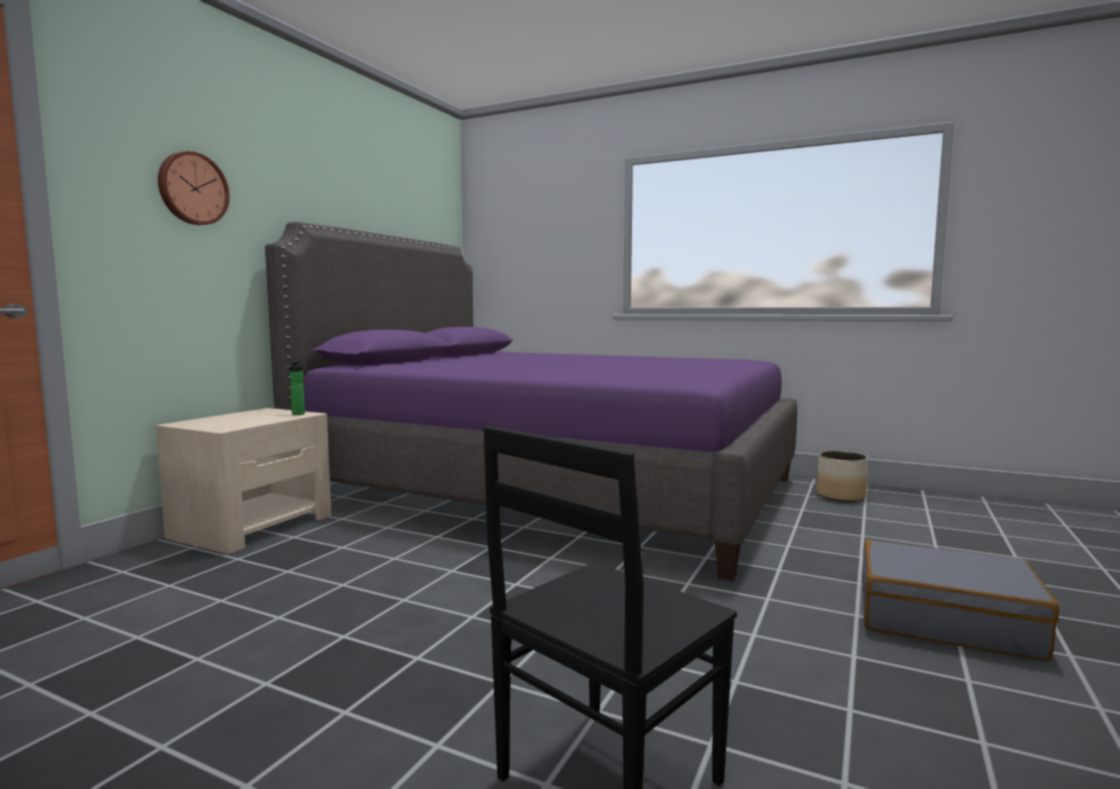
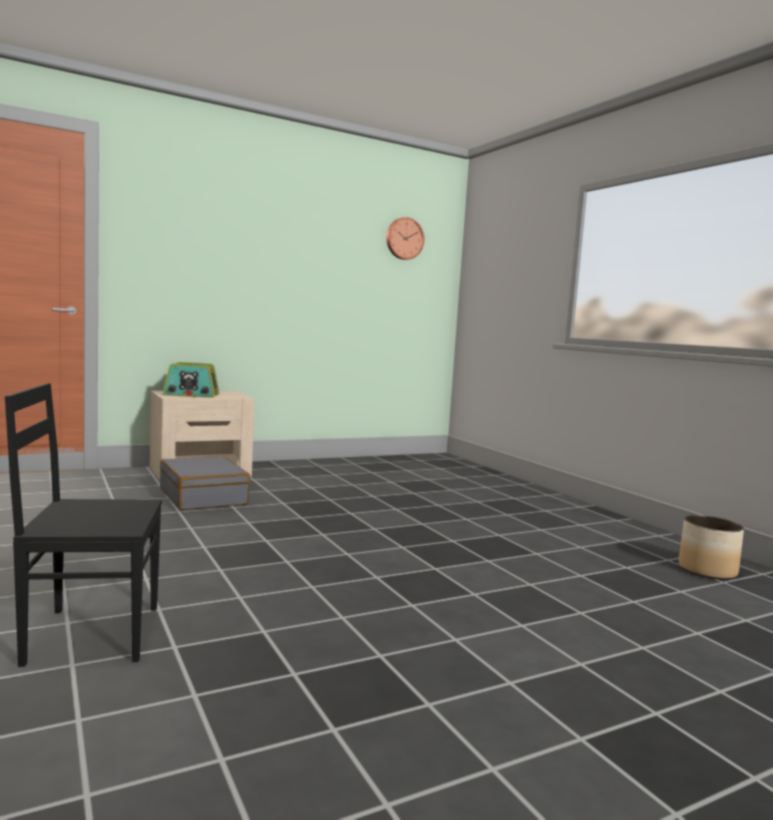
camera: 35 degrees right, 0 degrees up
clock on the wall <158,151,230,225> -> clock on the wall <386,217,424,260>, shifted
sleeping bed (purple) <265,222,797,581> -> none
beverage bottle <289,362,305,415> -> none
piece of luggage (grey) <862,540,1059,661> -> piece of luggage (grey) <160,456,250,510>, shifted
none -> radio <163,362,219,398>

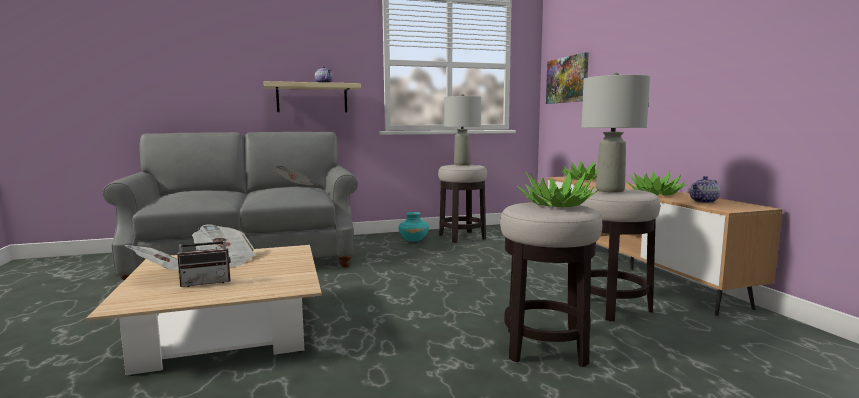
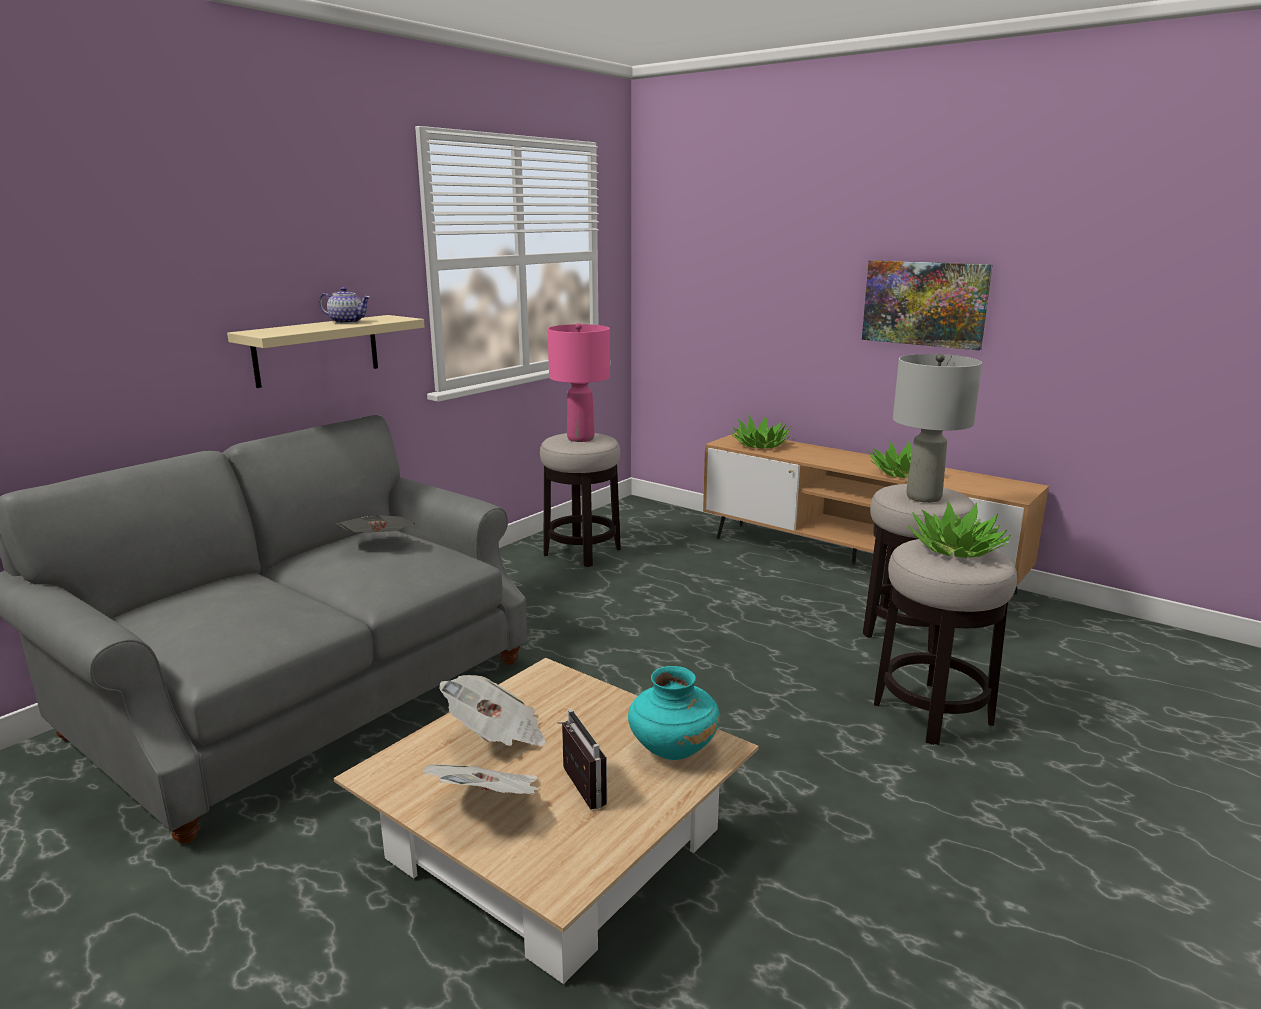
camera: 35 degrees left, 10 degrees up
radio <177,230,231,287> -> radio <557,709,607,809>, 60 degrees counterclockwise
flower vase (turquoise) <398,212,429,241> -> flower vase (turquoise) <628,666,720,760>, shifted
tabletop lamp (grey) <444,94,481,165> -> tabletop lamp (pink) <548,323,610,442>
wall picture <546,52,589,104> -> wall picture <862,260,993,350>, shifted
tea pot <690,176,720,203> -> none

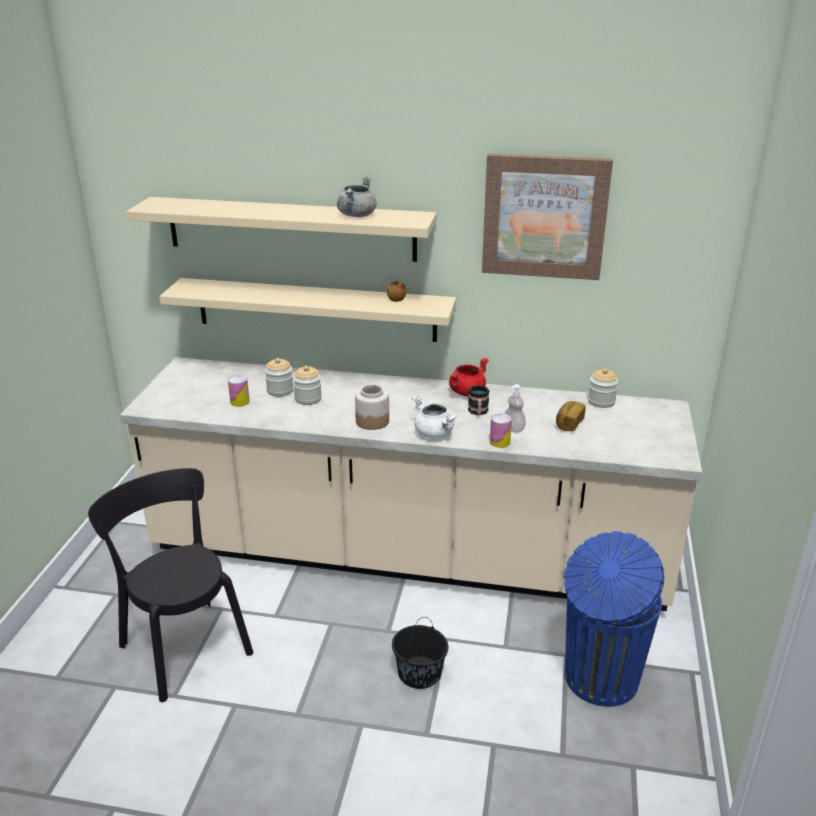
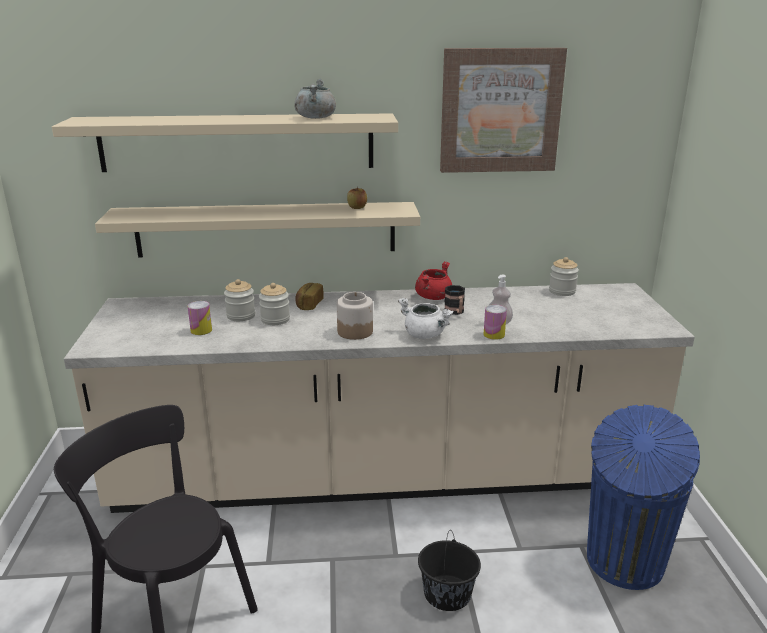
camera: 15 degrees left, 5 degrees down
bakery bread <556,401,586,431> -> bakery bread <295,283,324,310>, shifted

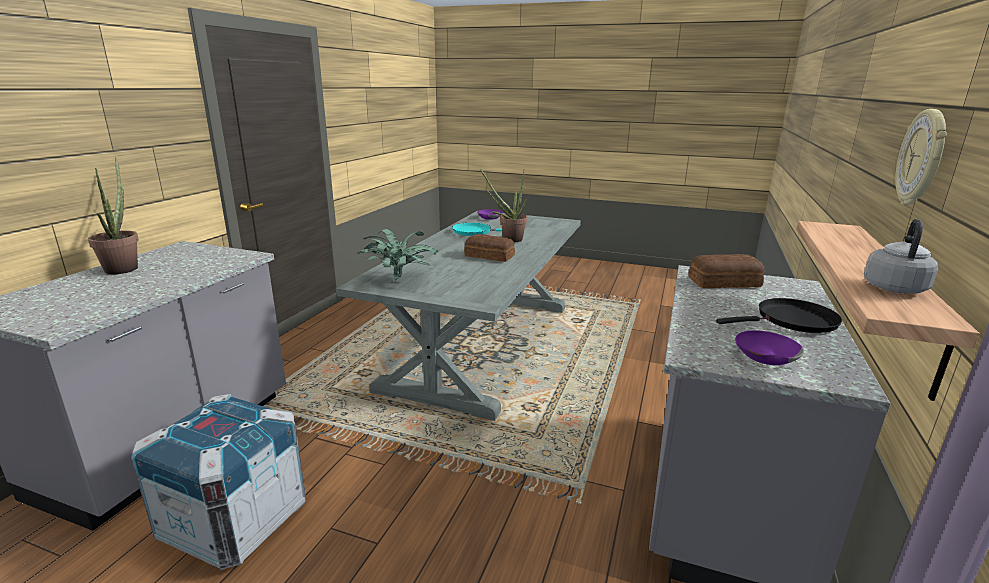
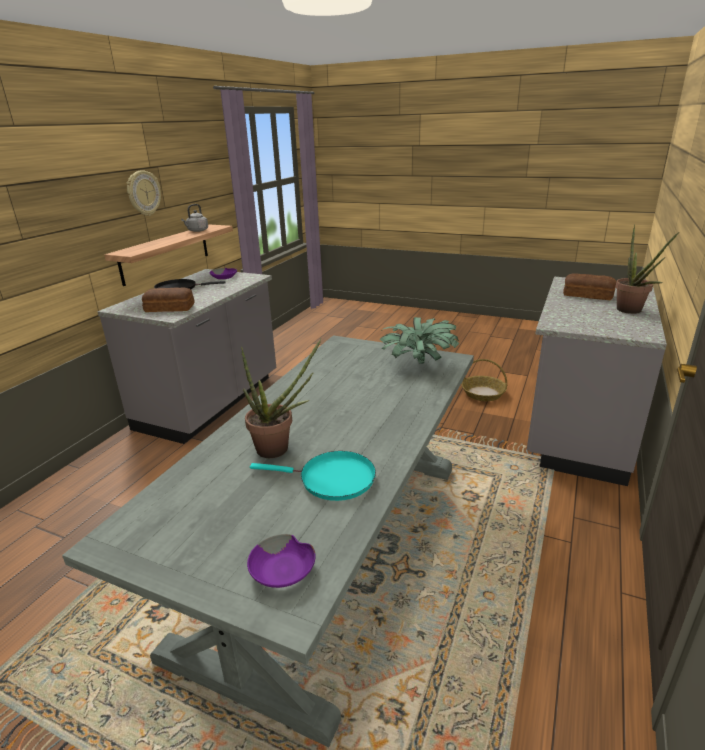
camera: 175 degrees left, 5 degrees up
packing crate <131,394,306,570> -> household basket <461,359,507,401>
bakery bread <464,234,515,262> -> bakery bread <563,273,616,300>, shifted

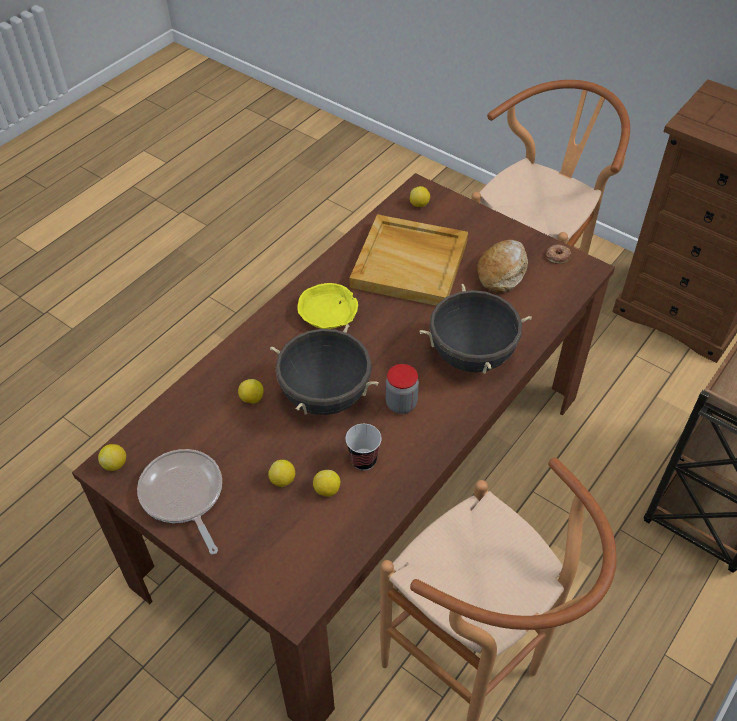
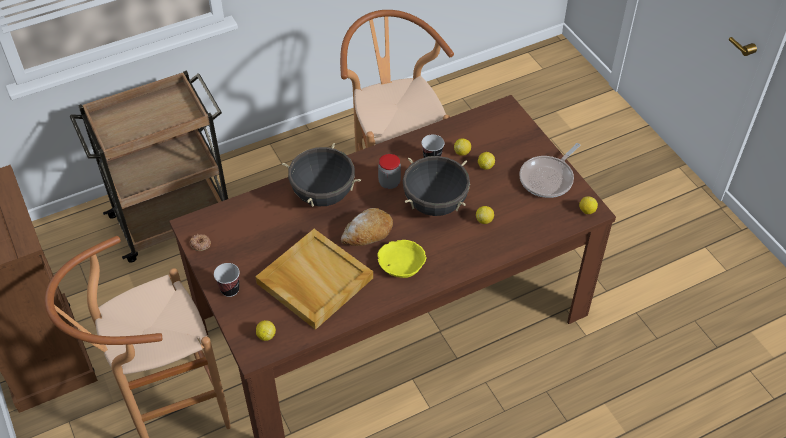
camera: 155 degrees left, 0 degrees up
pan <137,449,222,554> -> pan <519,143,580,198>, 45 degrees clockwise
bakery bread <477,240,528,293> -> bakery bread <341,208,393,246>, shifted
none -> small cup <214,263,240,297>

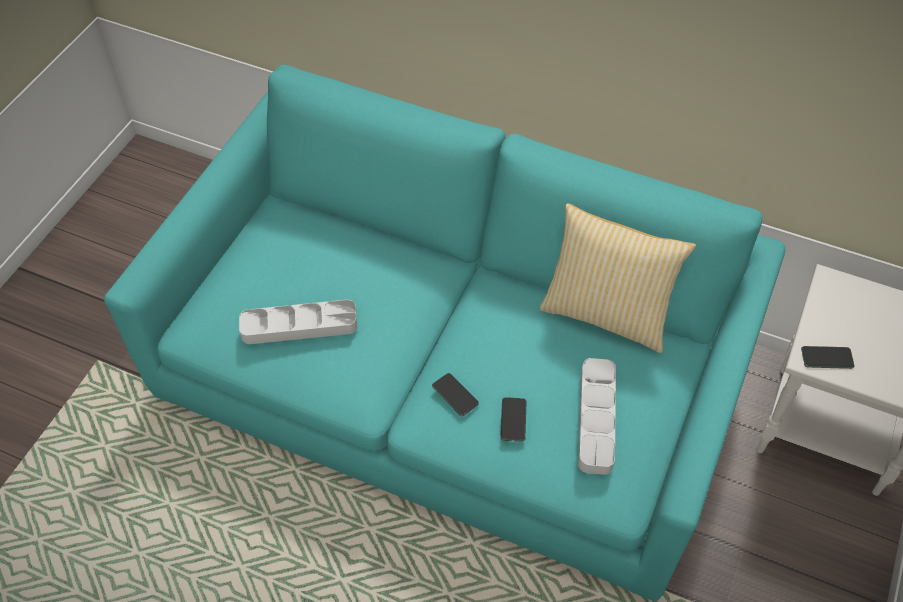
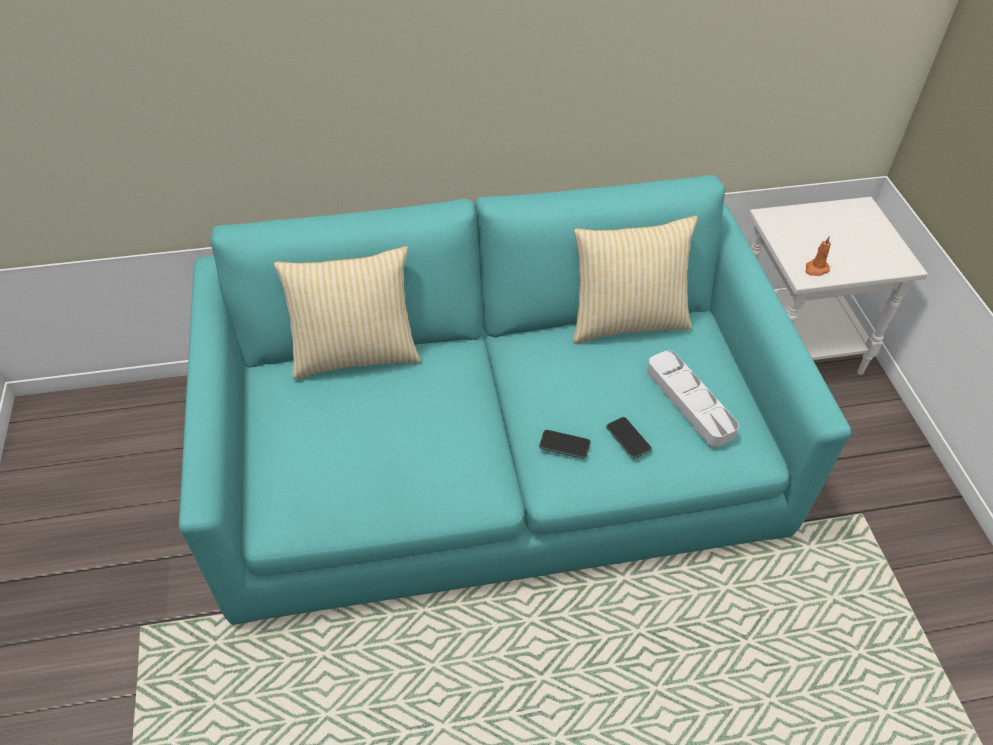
camera: 35 degrees left, 5 degrees down
serving tray (grey) <239,300,358,344> -> none
telephone <801,346,854,369> -> candle (orange-coloured) <805,236,831,276>
none -> cushion <274,246,421,379>

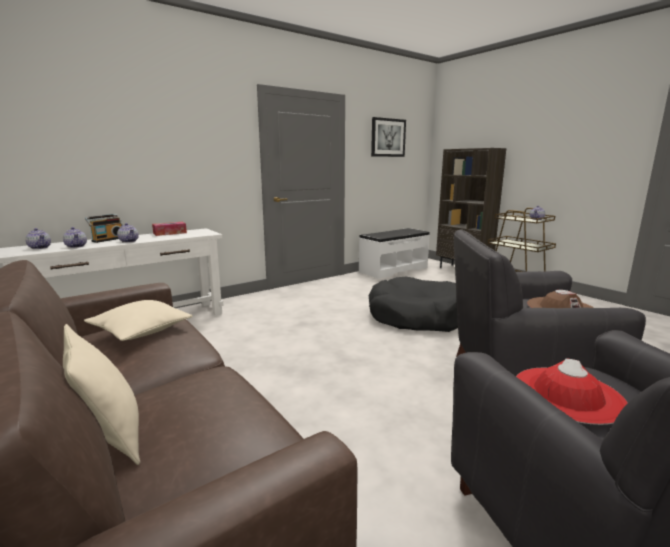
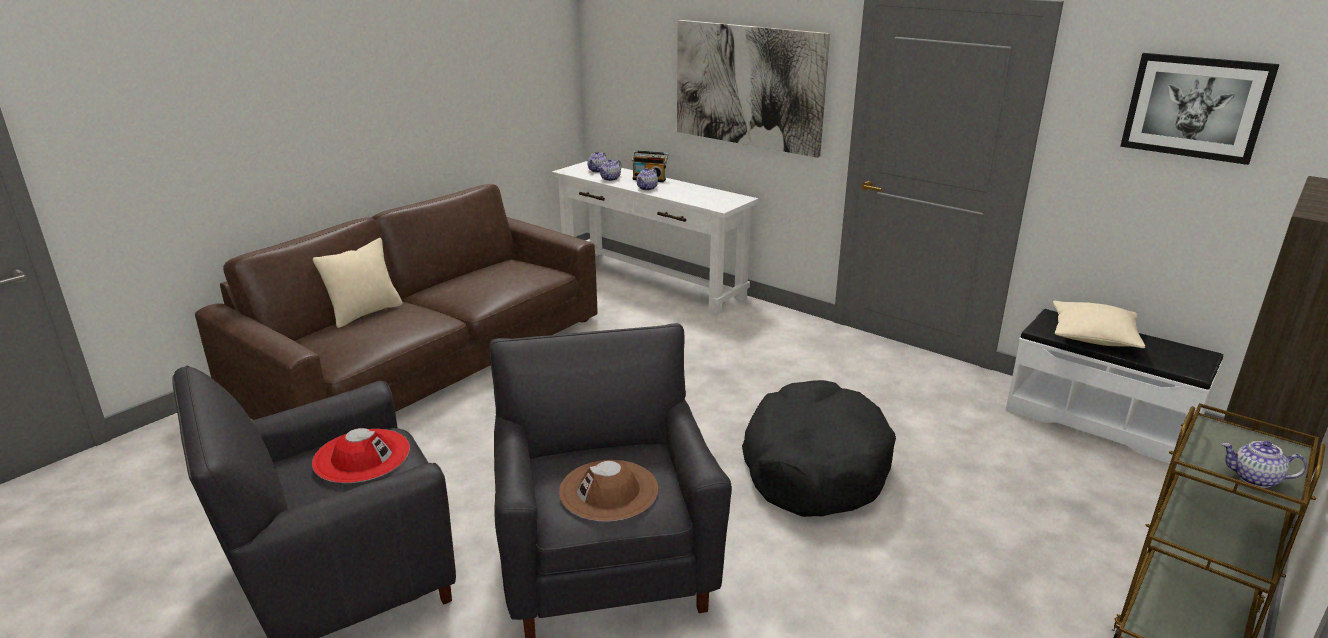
camera: 75 degrees right, 10 degrees up
cushion (beige) <84,300,193,341> -> cushion (beige) <1053,301,1145,348>, shifted
tissue holder <152,222,187,236> -> none
none -> wall picture <677,20,830,158>

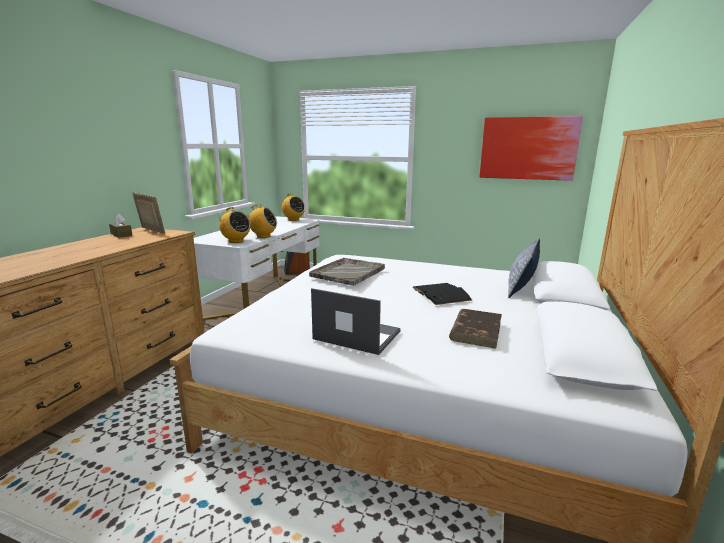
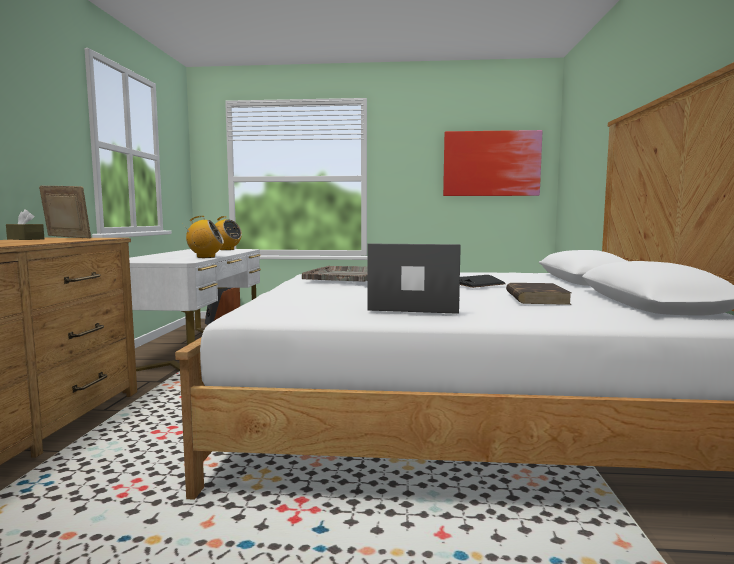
camera: 15 degrees left, 10 degrees down
radio <218,207,250,243> -> none
cushion <508,238,540,298> -> none

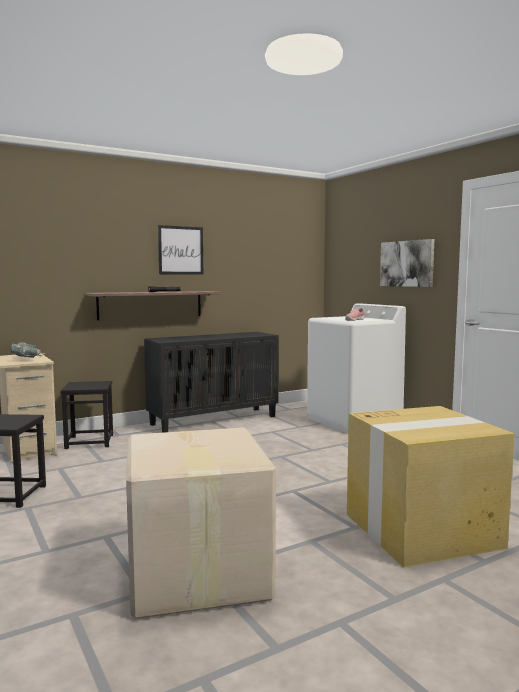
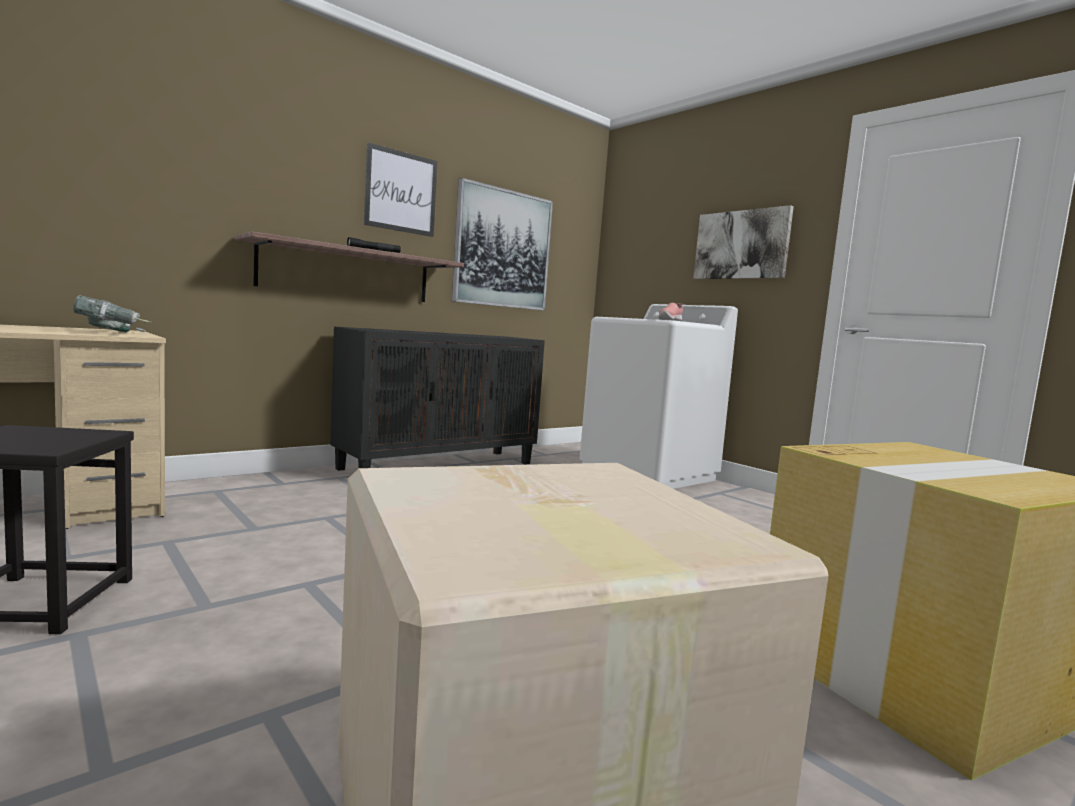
camera: 10 degrees left, 0 degrees up
stool (blackish) <61,381,113,449> -> none
none -> wall picture <452,178,553,311>

